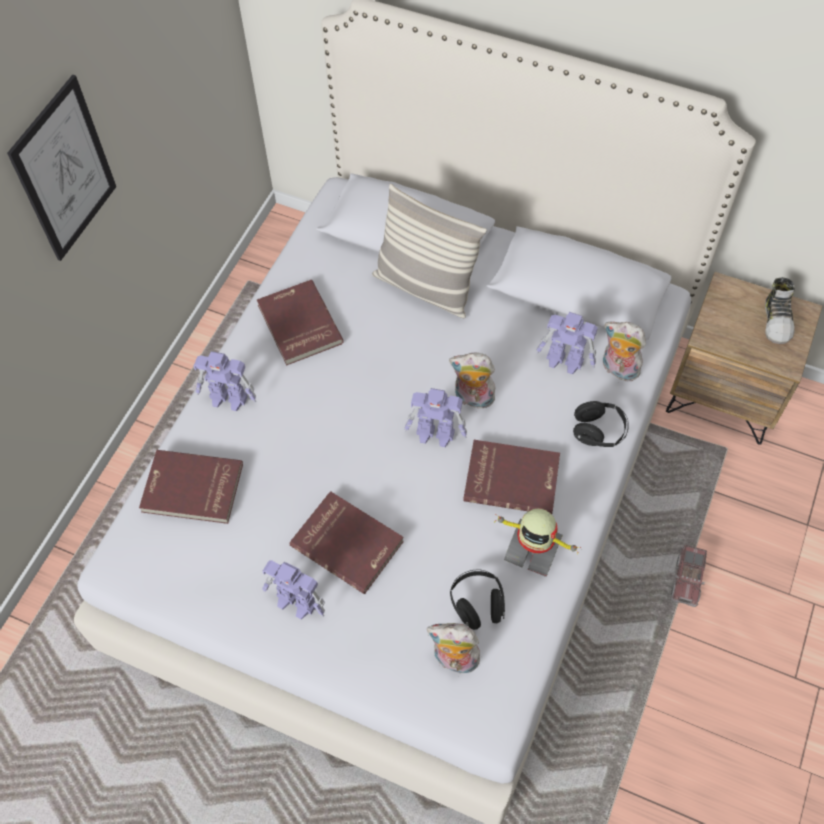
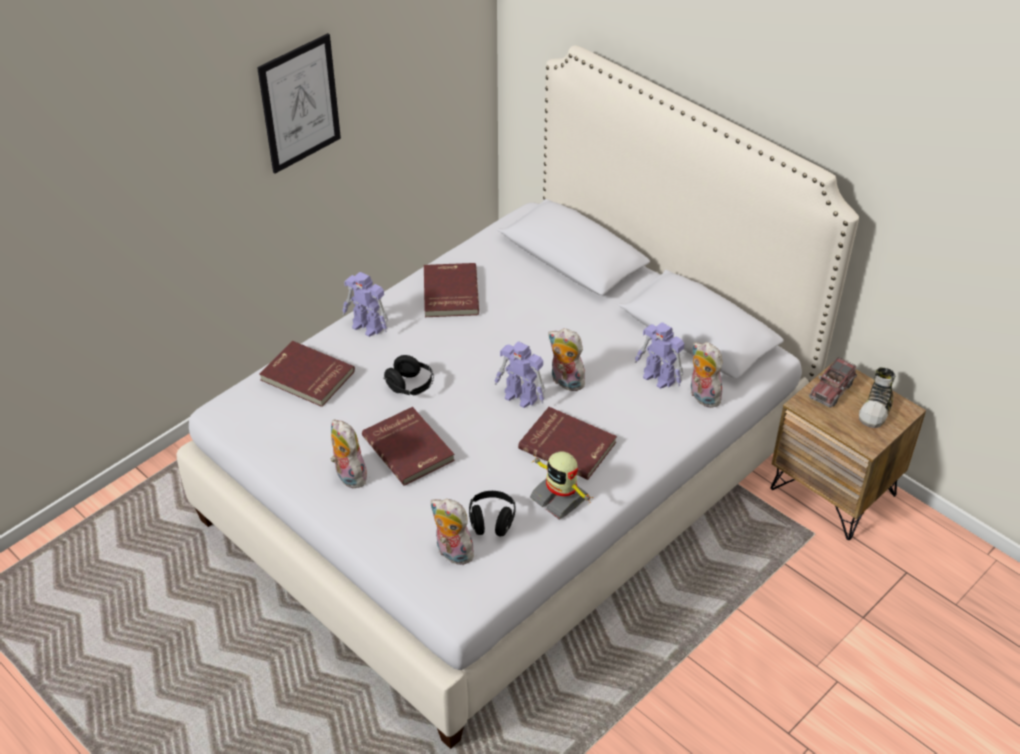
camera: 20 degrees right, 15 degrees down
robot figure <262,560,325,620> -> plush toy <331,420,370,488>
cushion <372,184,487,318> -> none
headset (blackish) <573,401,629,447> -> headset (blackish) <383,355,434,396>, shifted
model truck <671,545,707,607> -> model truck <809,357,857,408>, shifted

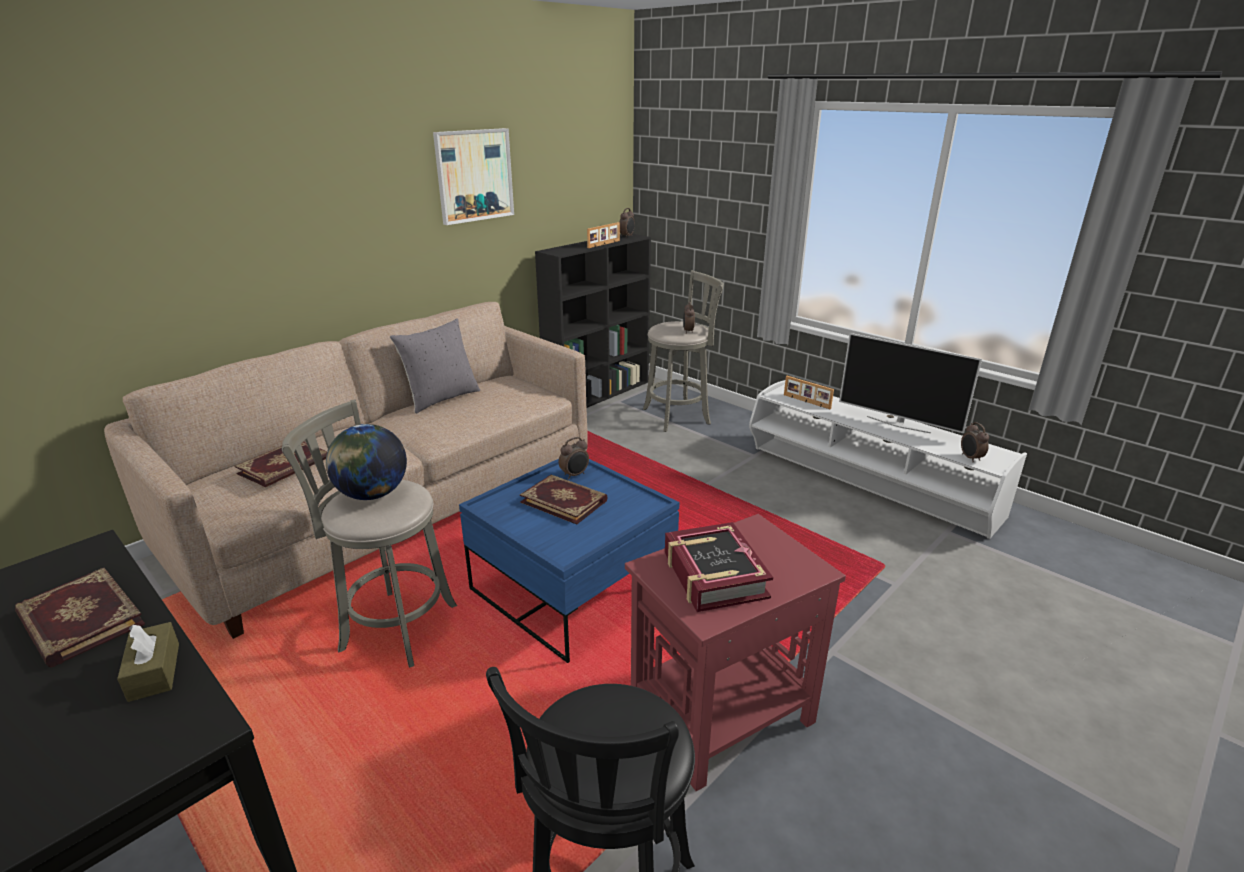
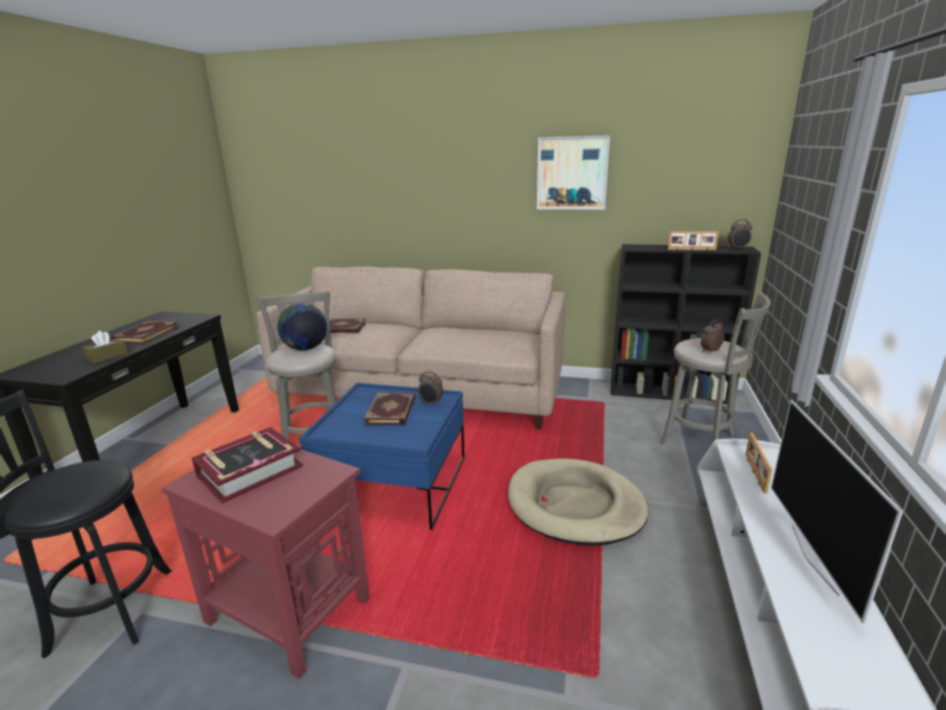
camera: 60 degrees right, 5 degrees down
cushion (grey) <390,318,480,413> -> none
bedside clock <961,422,989,463> -> none
none -> dog bed (beige) <508,458,648,546>

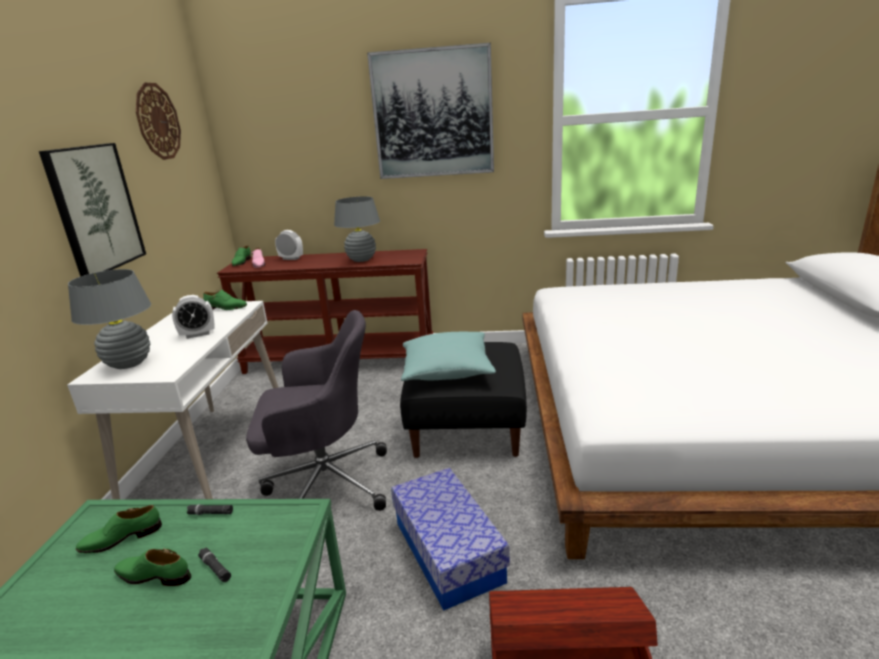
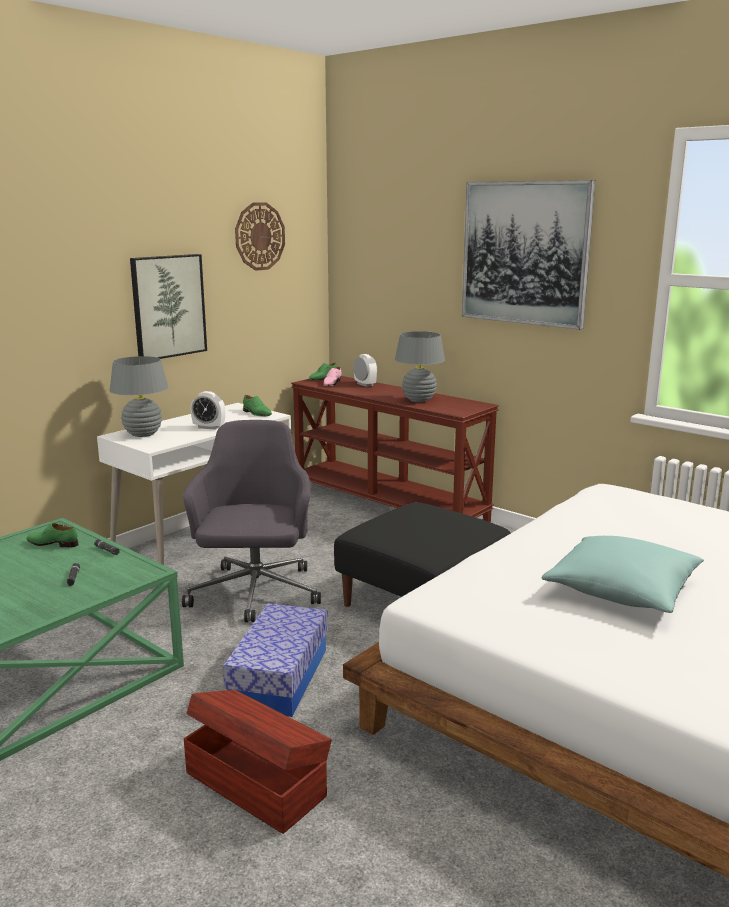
camera: 35 degrees right, 5 degrees down
item of footwear (greenish) <114,548,191,586> -> none
desk chair (grey) <246,310,387,511> -> desk chair (grey) <182,420,321,622>, 120 degrees counterclockwise
cushion (turquoise) <401,332,496,381> -> cushion (turquoise) <542,536,704,613>, shifted

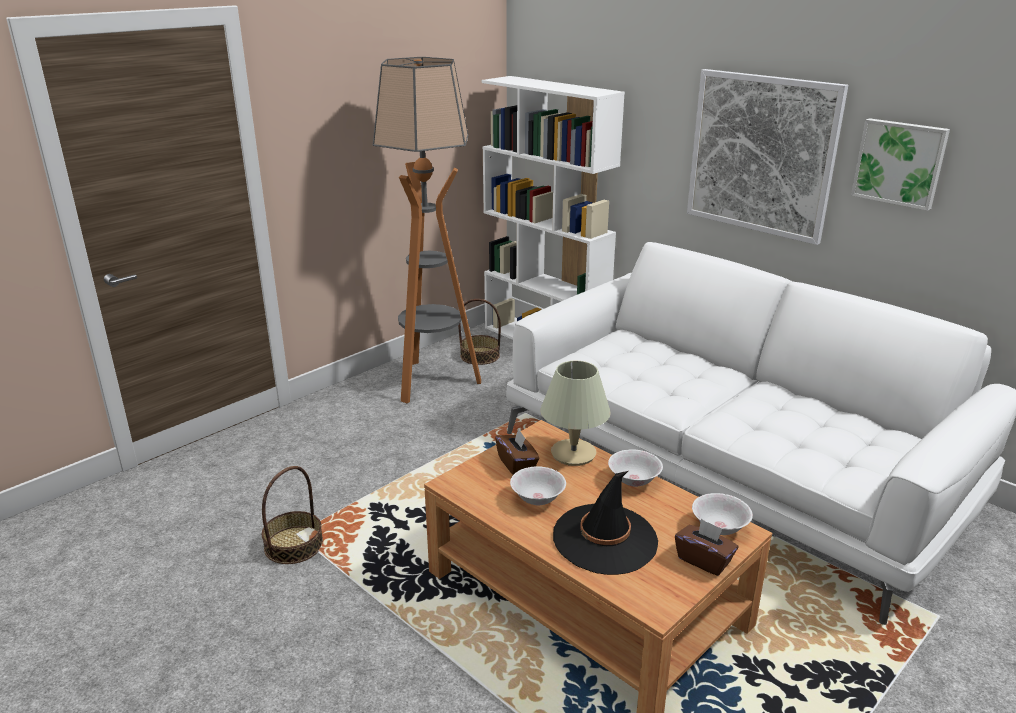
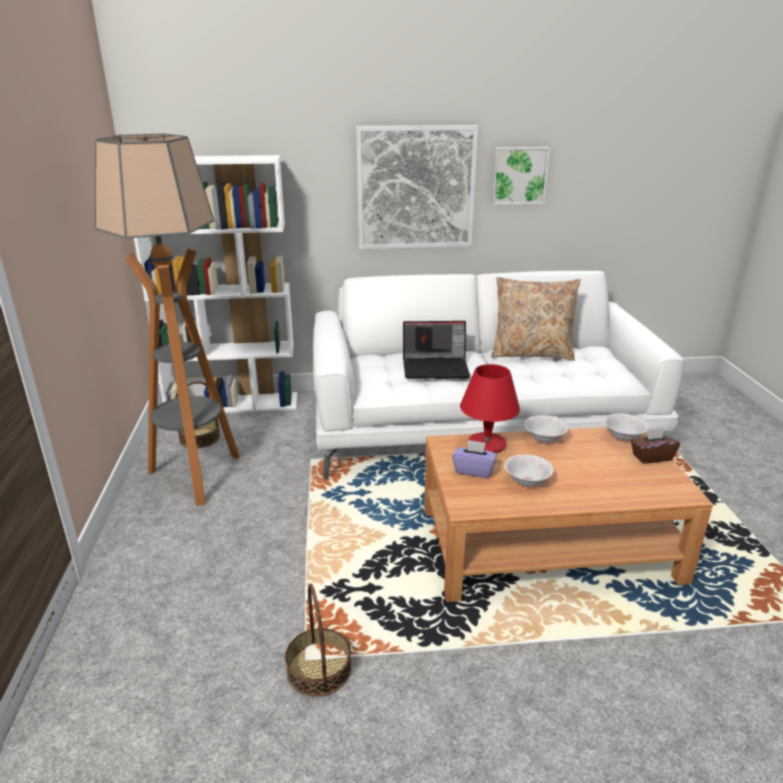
camera: 50 degrees left, 0 degrees up
tissue holder (brown) <495,428,540,475> -> tissue holder (purple) <452,440,497,478>
tabletop lamp (beige) <540,361,611,466> -> tabletop lamp (reddish) <460,364,520,453>
wearable hat (blackish) <553,471,658,575> -> none
none -> laptop <403,321,470,379>
none -> cushion (beige) <491,277,581,361>

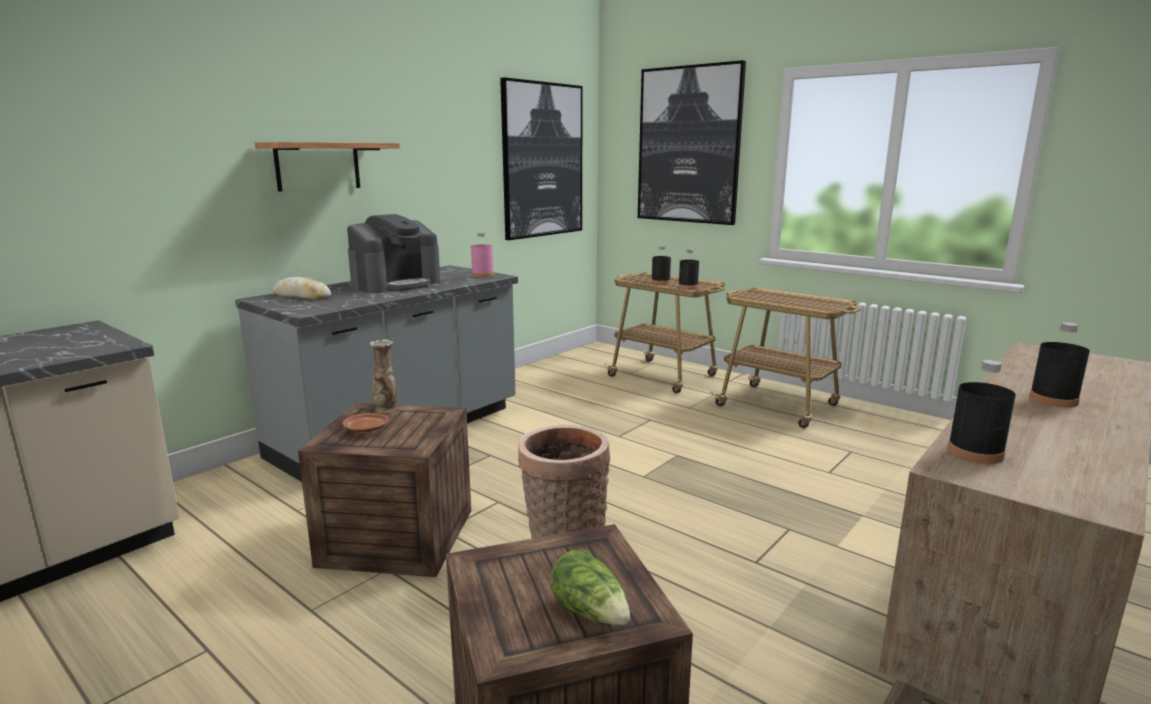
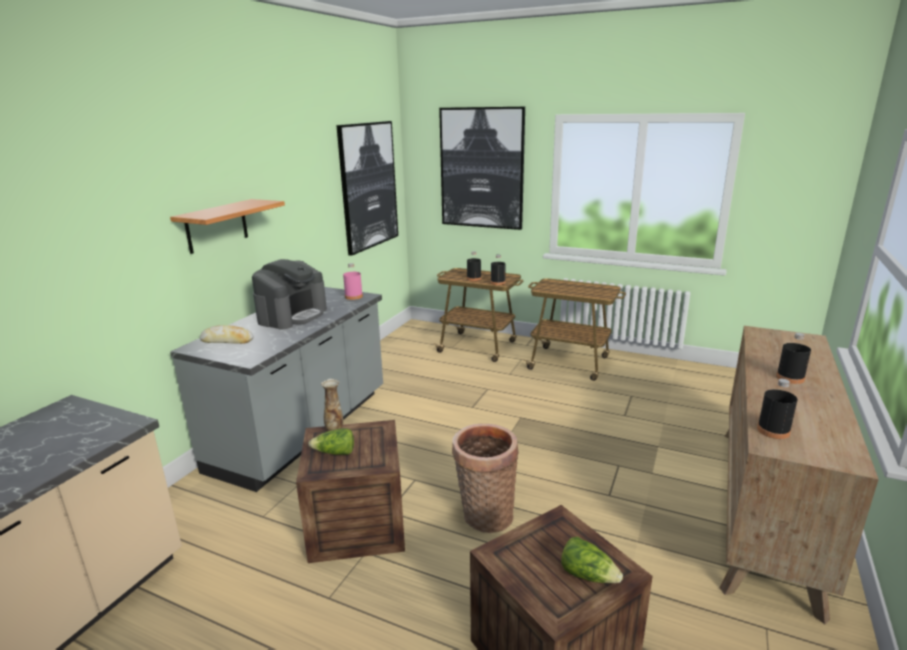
camera: 15 degrees left, 5 degrees up
plate (brown) <343,413,389,433> -> head of lettuce <308,428,354,455>

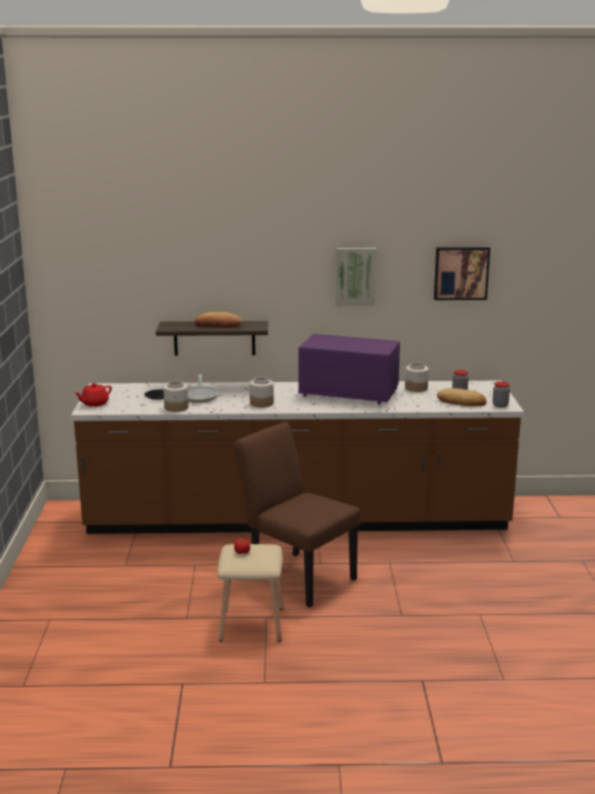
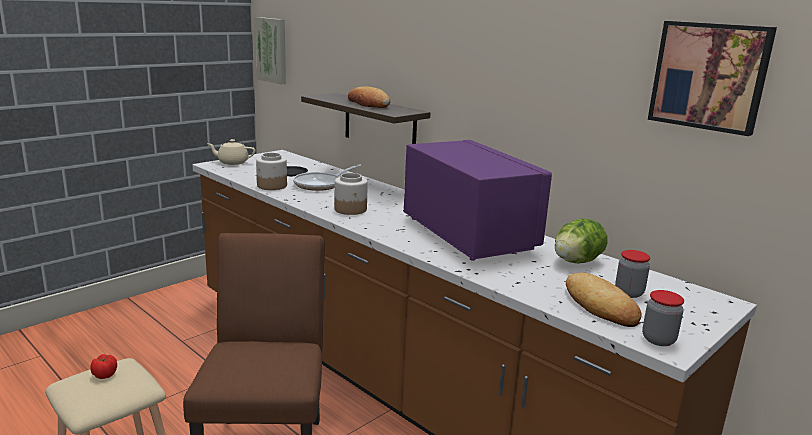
camera: 45 degrees right, 0 degrees up
tea pot (reddish) <74,383,112,407> -> tea pot (beige) <207,139,256,165>
wall picture <336,248,376,306> -> wall picture <255,17,286,84>, shifted
storage jar <405,363,429,392> -> head of lettuce <555,219,608,263>

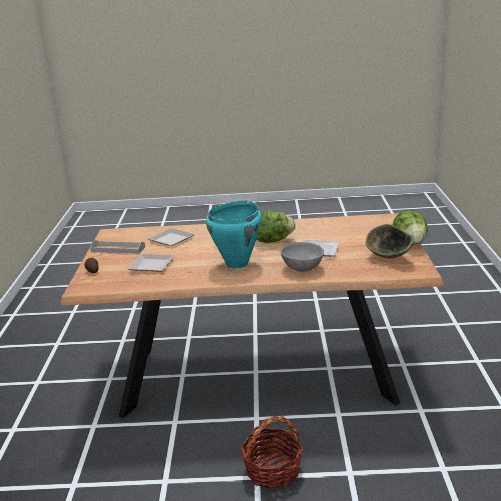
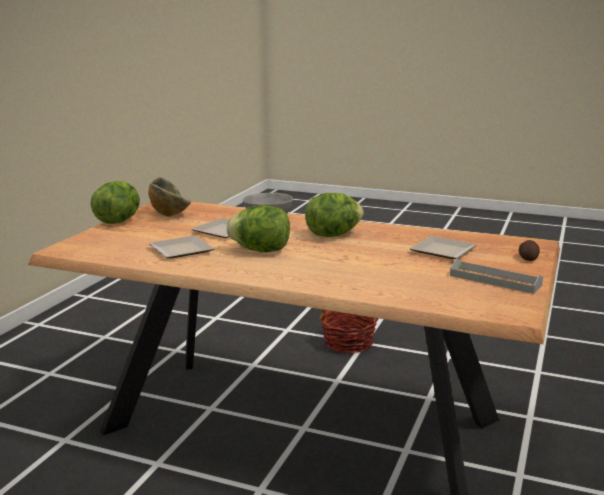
camera: 160 degrees left, 5 degrees down
plate <148,228,195,246> -> plate <149,235,215,258>, shifted
cooking pot (turquoise) <206,201,262,269> -> head of lettuce <305,193,364,237>

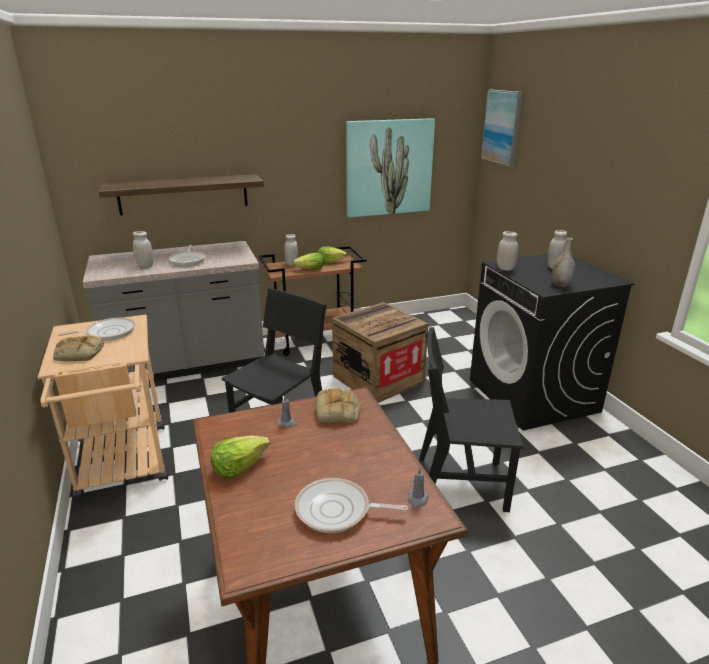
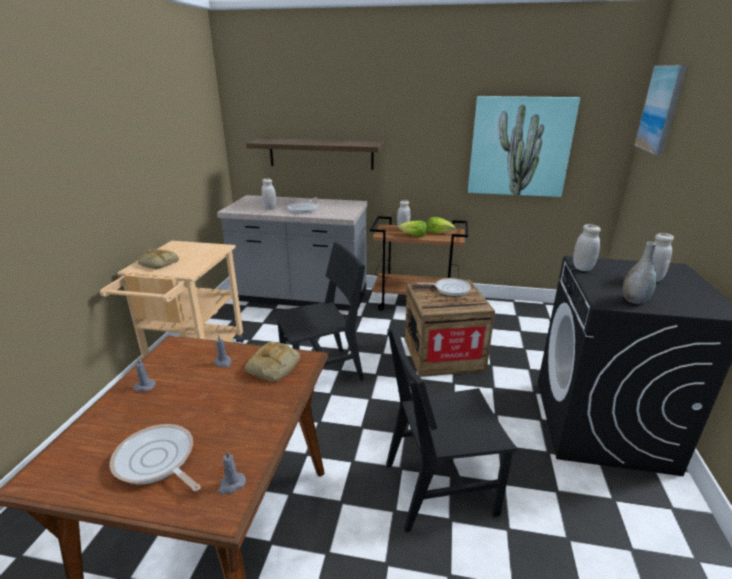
camera: 30 degrees right, 0 degrees up
pan <58,318,136,341> -> pan <417,278,471,296>, shifted
head of lettuce <211,435,270,478> -> candle (grey) <133,358,156,392>
chair (blackish) <419,327,524,512> -> chair (blackish) <386,323,518,532>, 45 degrees counterclockwise

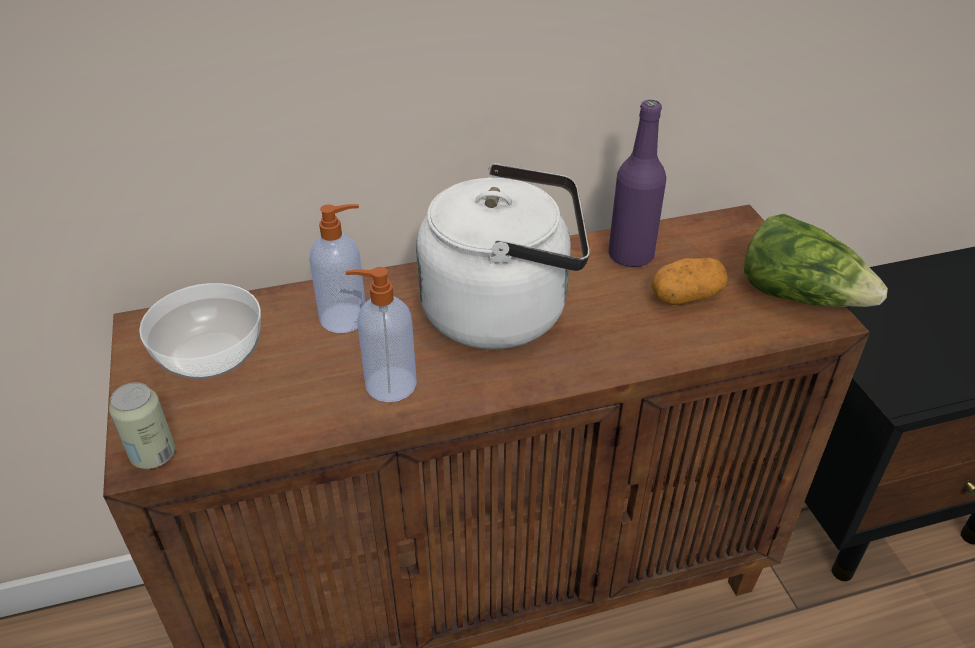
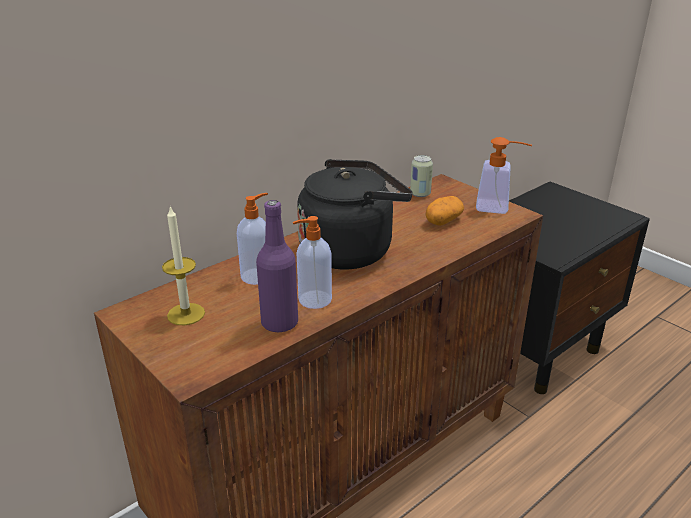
camera: 25 degrees left, 10 degrees down
sealed can <109,382,175,469> -> sealed can <410,155,433,197>, shifted
bowl <139,283,261,379> -> candle <162,205,205,325>
water kettle (white-coloured) <416,163,590,349> -> water kettle (blackish) <297,159,413,270>
beverage bottle (purple) <608,100,666,267> -> beverage bottle (purple) <256,200,298,333>, shifted
head of lettuce <744,214,888,307> -> liquid soap bottle <476,137,532,214>

